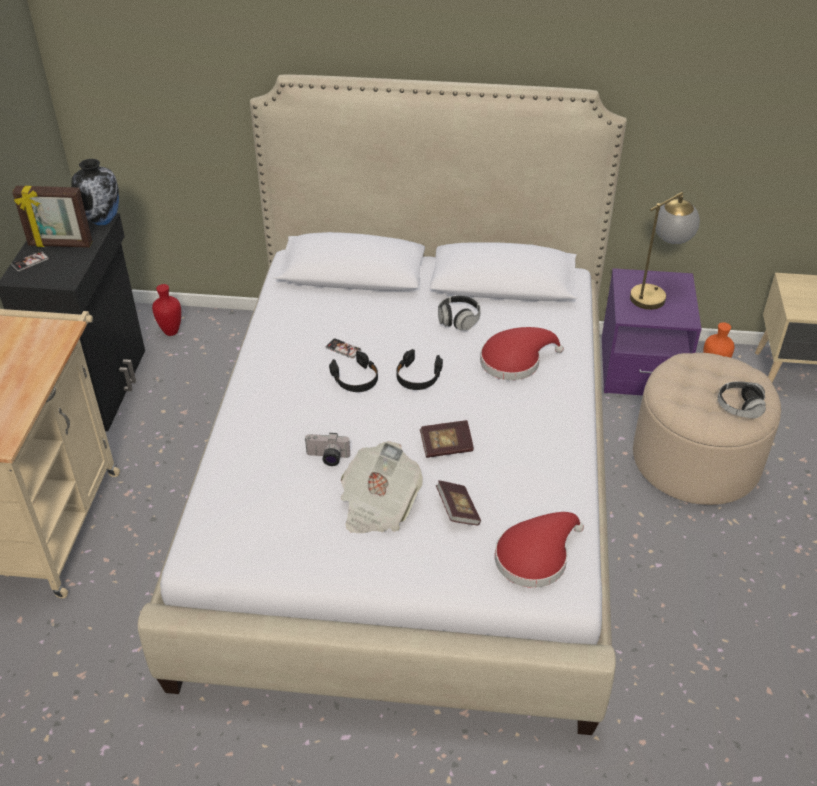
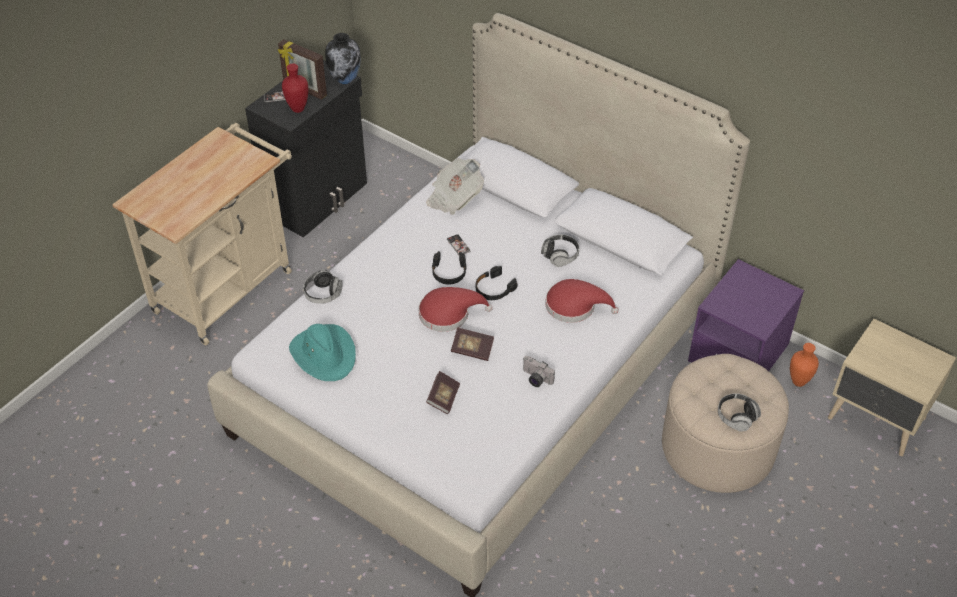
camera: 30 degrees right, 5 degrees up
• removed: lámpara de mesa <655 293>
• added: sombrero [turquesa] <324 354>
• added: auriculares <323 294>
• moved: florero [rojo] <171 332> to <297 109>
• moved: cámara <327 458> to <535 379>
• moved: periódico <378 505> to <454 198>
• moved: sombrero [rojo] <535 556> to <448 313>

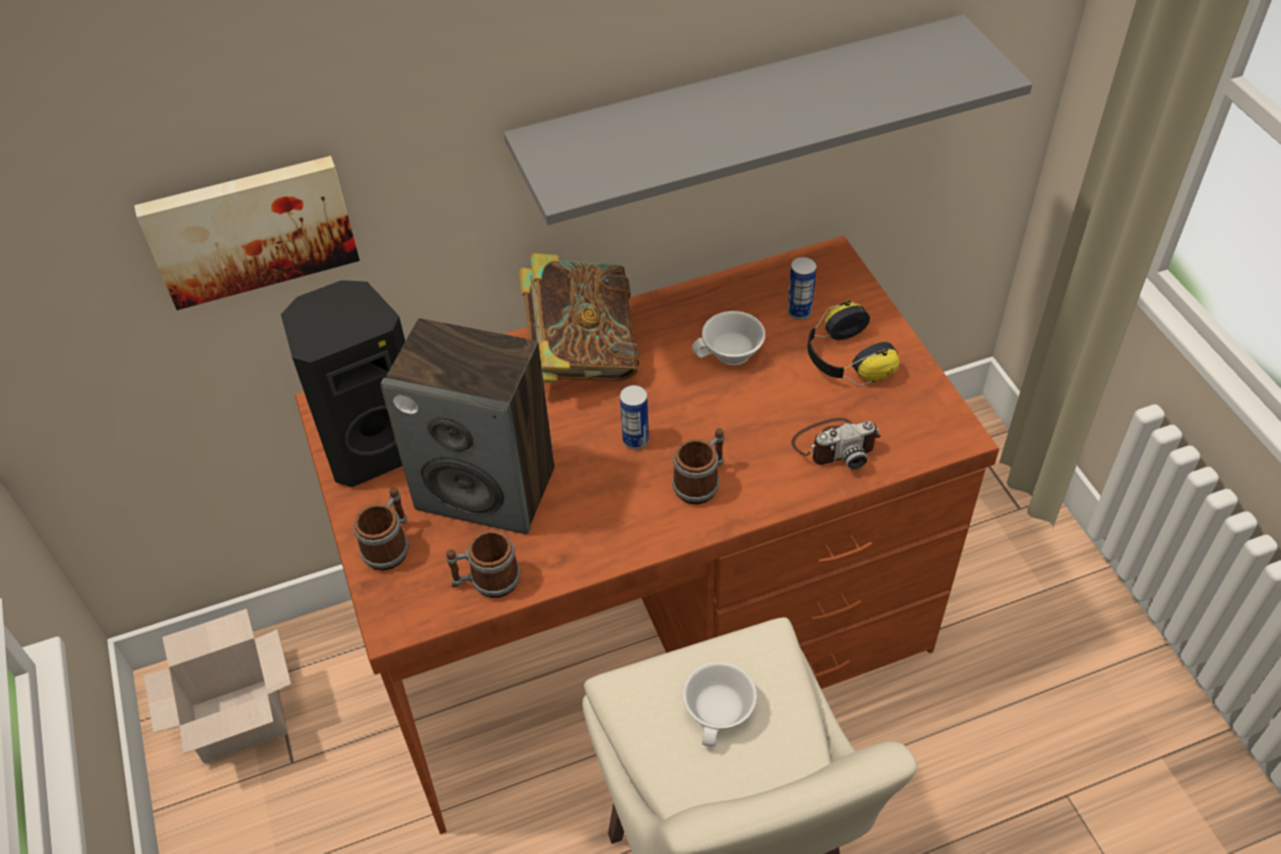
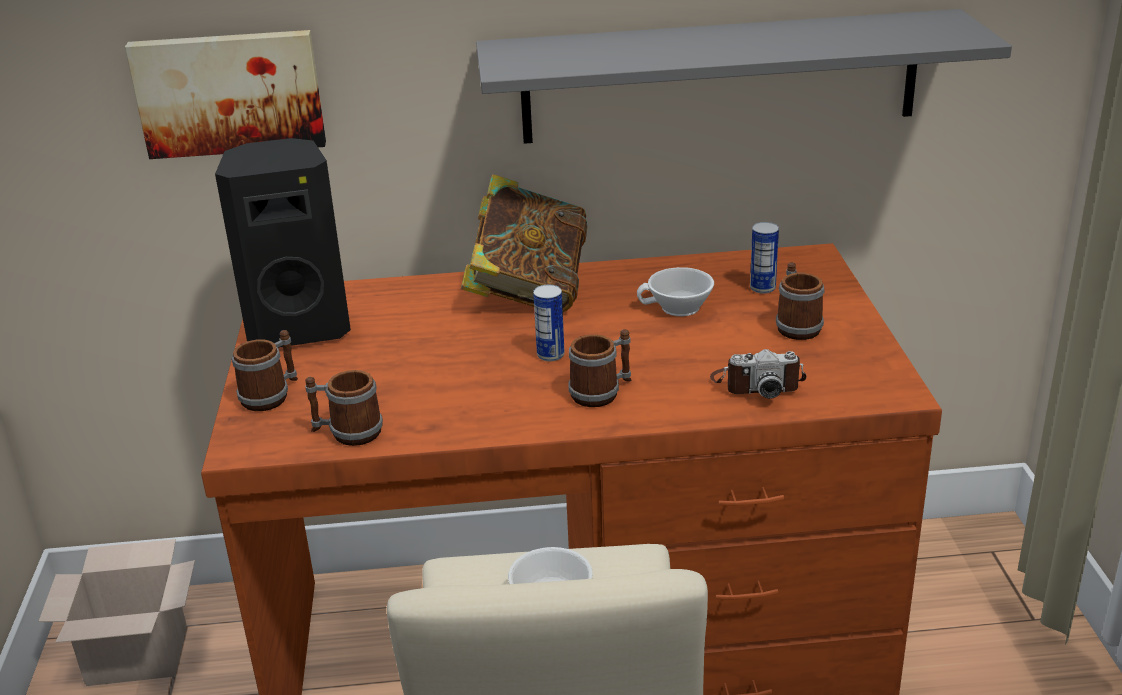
camera: 15 degrees right, 20 degrees down
• removed: altavoz <487 488>
• replaced: auriculares <845 360> to taza grande <796 325>

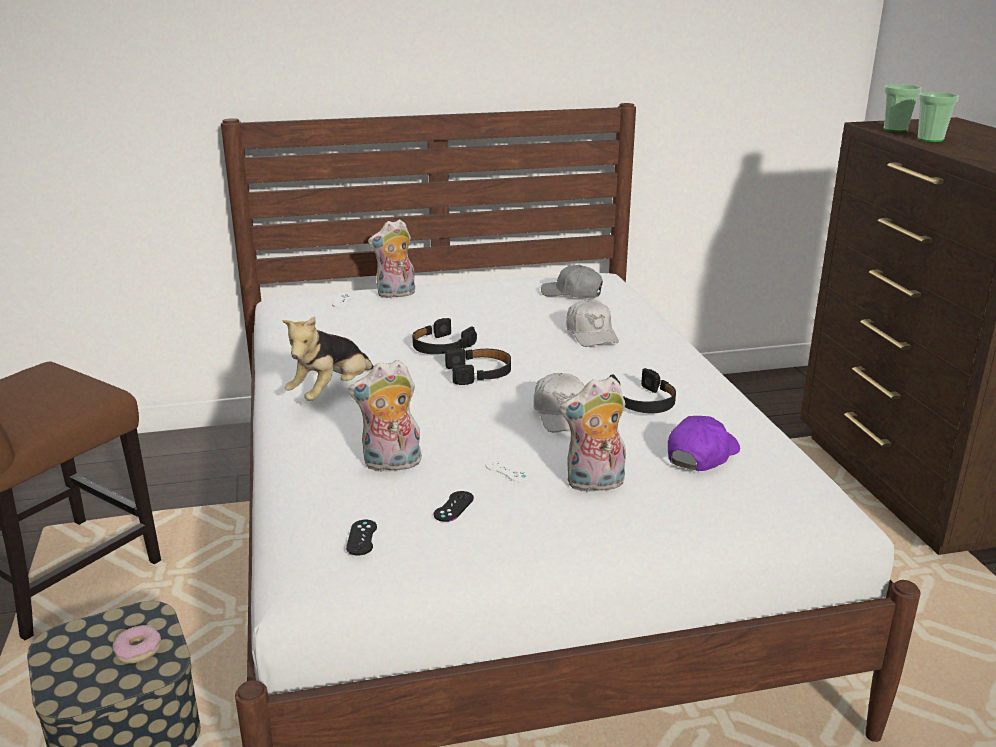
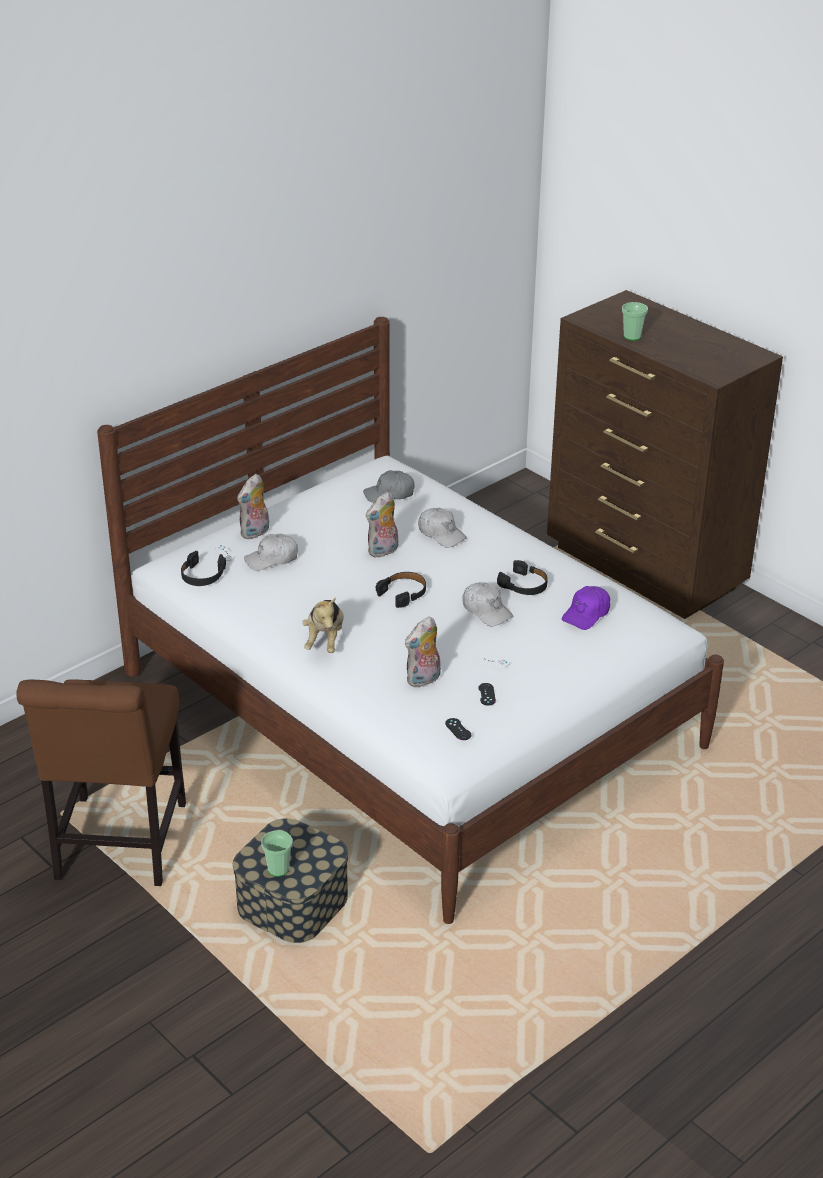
camera: 30 degrees left, 10 degrees up
• removed: rosquilla <138 650>
• added: gorra [blanco] <272 559>
• moved: auriculares [negro] <441 346> to <202 575>
• moved: peluche <594 484> to <383 551>
• moved: taza <895 129> to <278 869>
• turned: gorra [morado] <701 454> = <586 614> 150 degrees counterclockwise

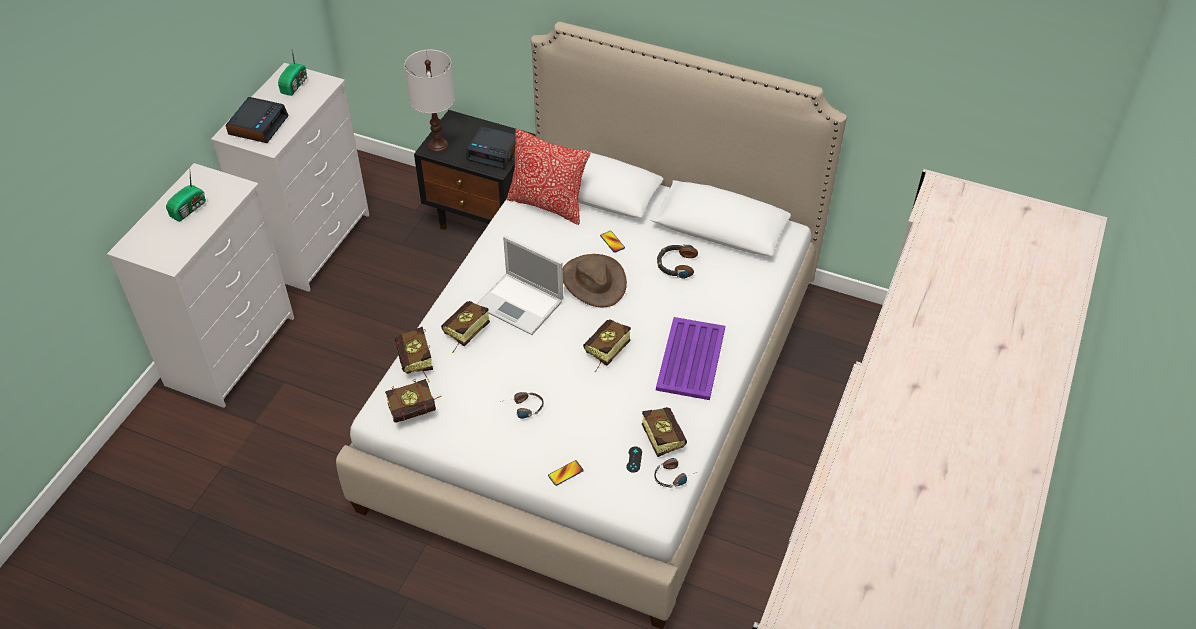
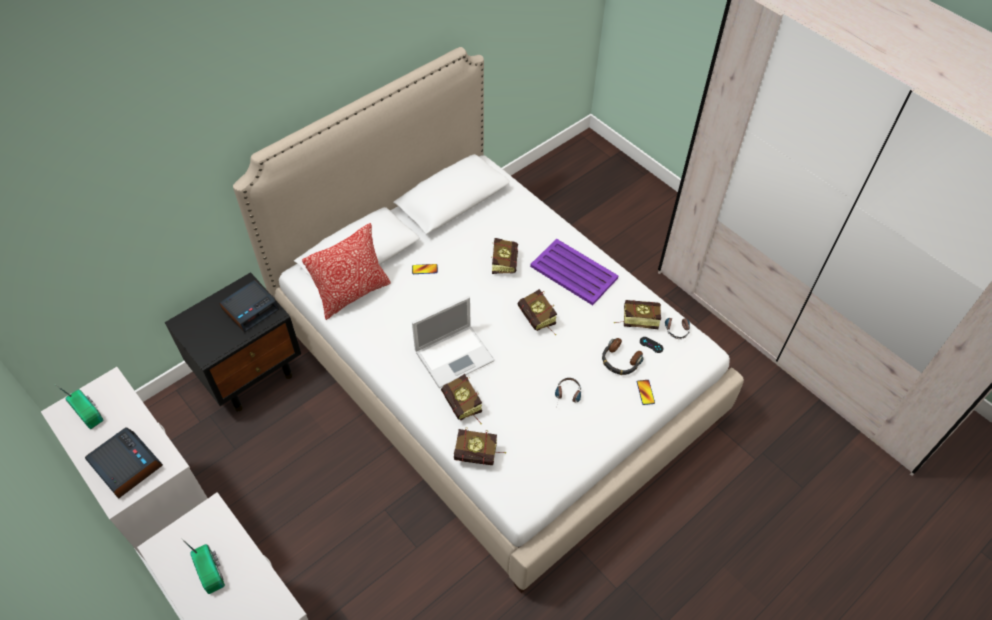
camera: 65 degrees left, 5 degrees up
• removed: lámpara de mesa [blanco] <437 145>
• removed: sombrero [marrón] <593 281>
• moved: libro <417 410> to <504 261>
• moved: auriculares <676 264> to <620 361>

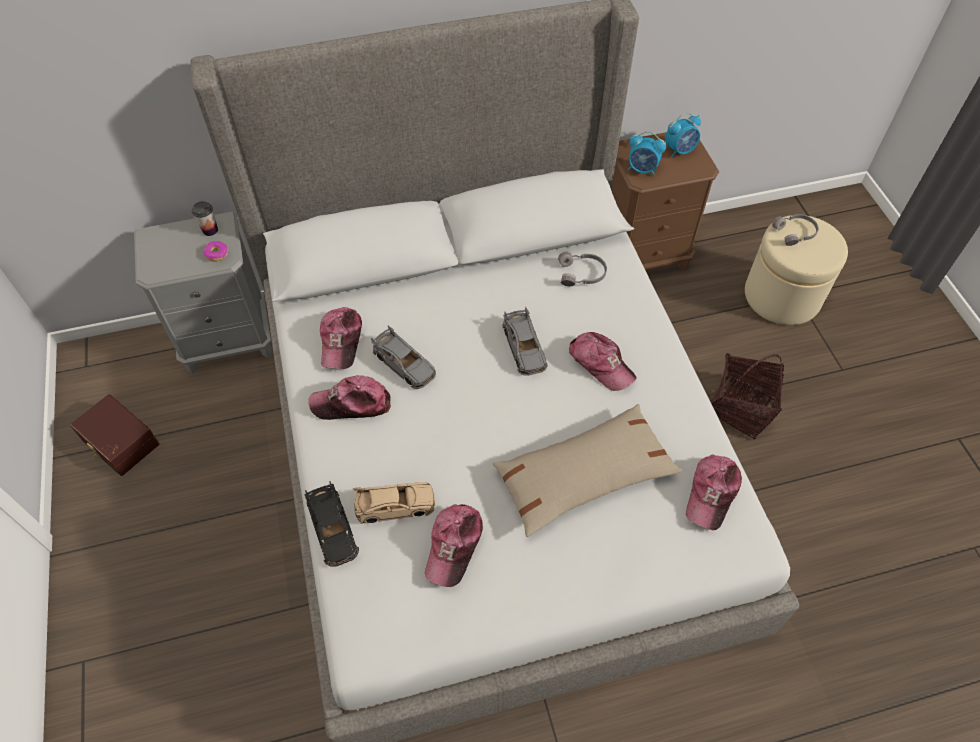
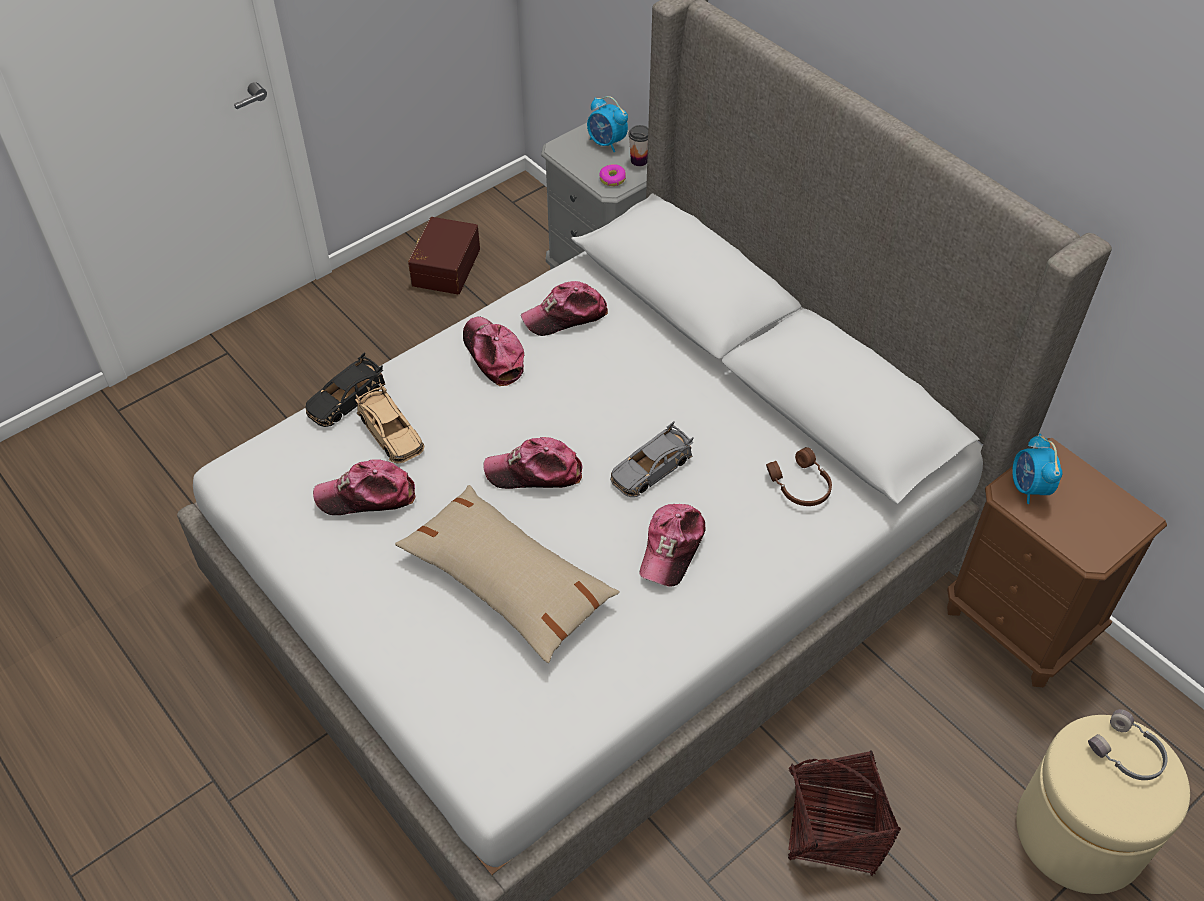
camera: 65 degrees right, 5 degrees down
• removed: coche de juguete [gris] <404 364>
• moved: despertador <680 151> to <606 143>
• moved: gorra <711 493> to <534 472>
• recoloured: auriculares [gris] <582 274> to auriculares [marrón] <800 486>

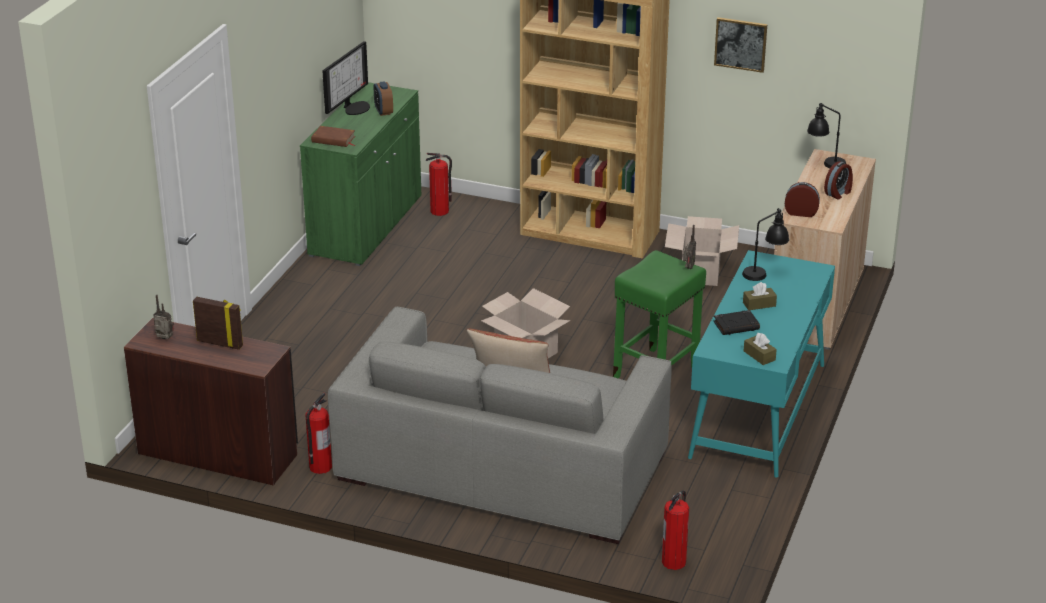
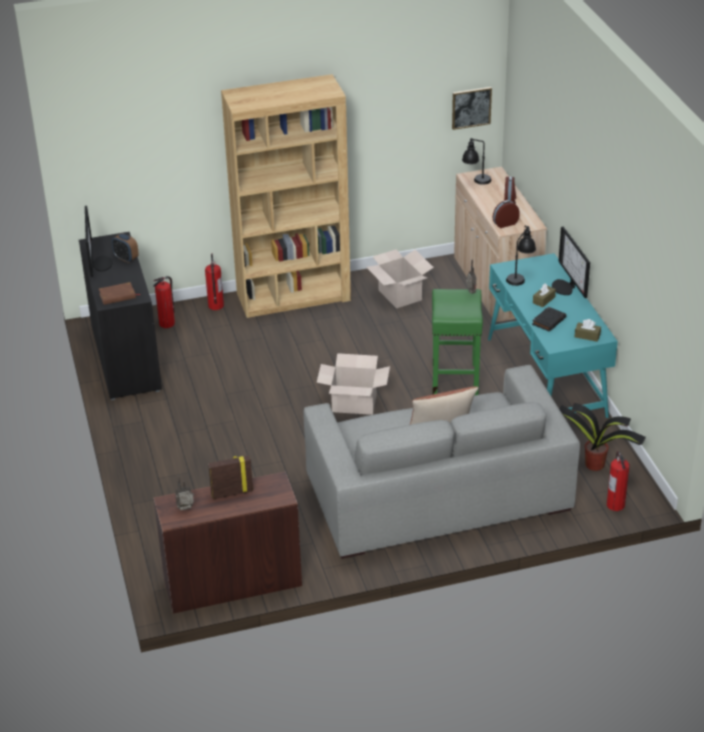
camera: 35 degrees left, 5 degrees up
• added: monitor <565 287>
• added: planta en maceta <596 465>
• moved: extintor <320 467> to <216 306>
• moved: cuadro <740 44> to <471 107>
• recoloured: armario [verde] <366 226> to armario [negro] <126 358>

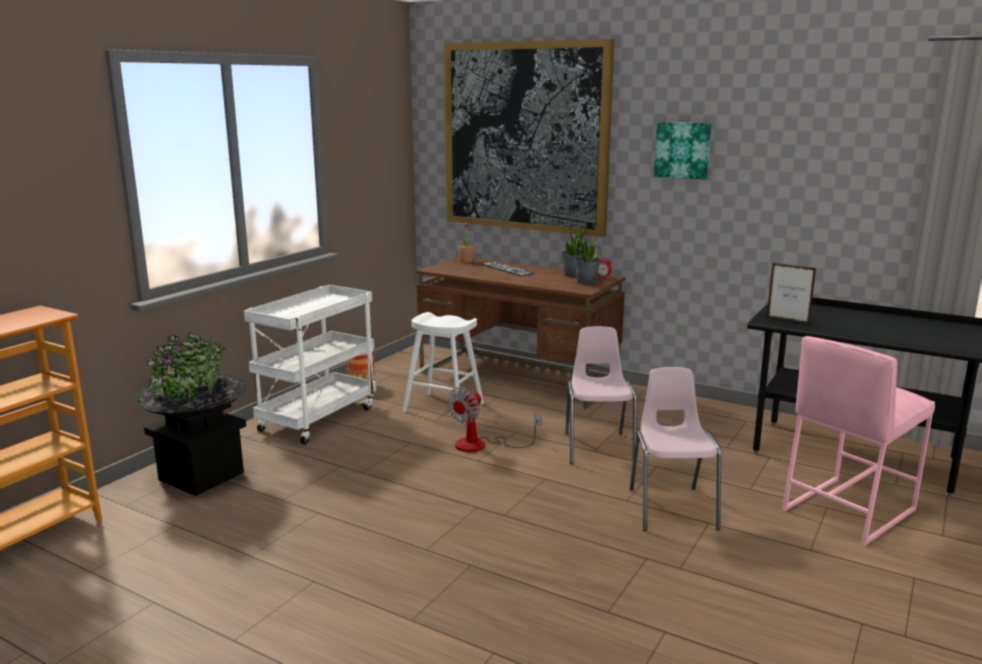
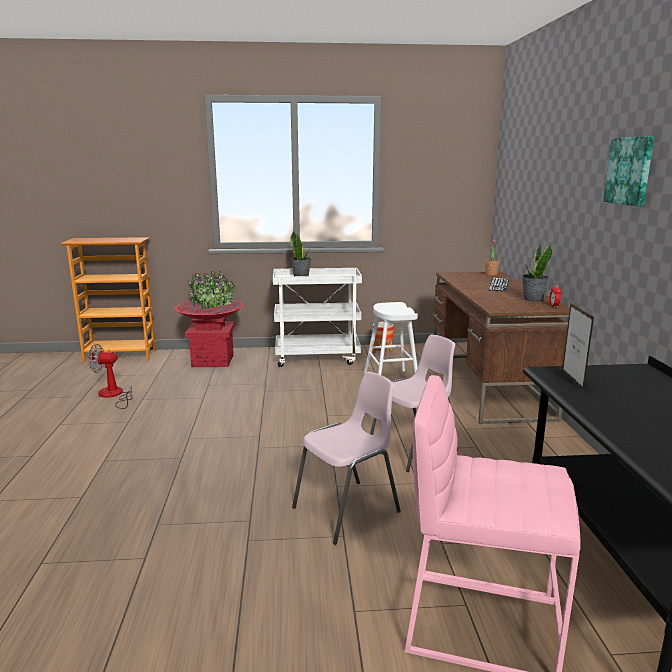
camera: 55 degrees right, 0 degrees up
• removed: cuadro <525 137>
• moved: ventilador <481 445> to <114 395>
• moved: planta en maceta <586 282> to <301 276>
• recoloured: maceta [negro] <201 476> to maceta [rojo] <213 360>

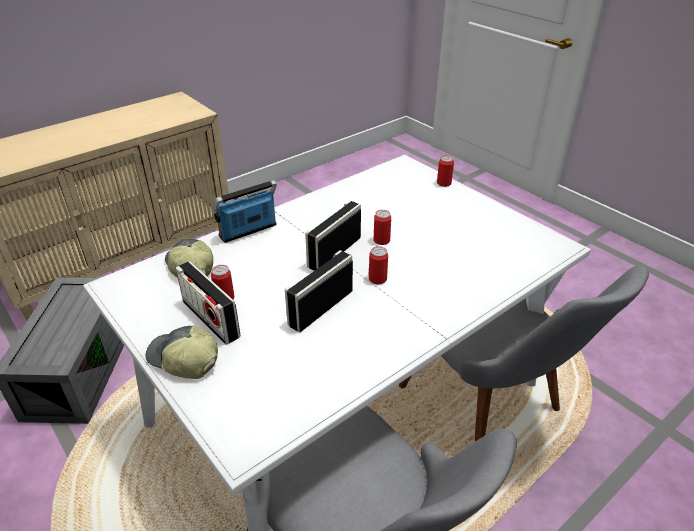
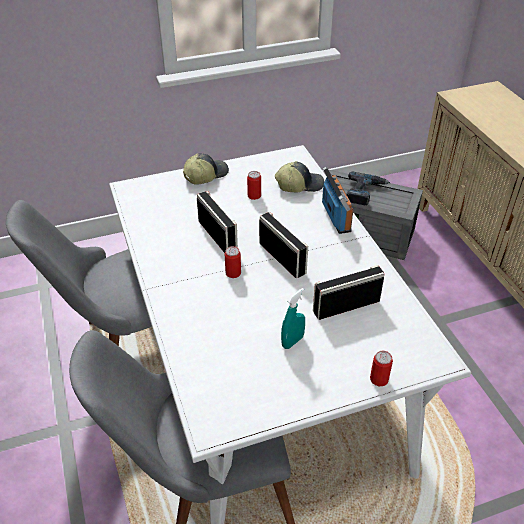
camera: 110 degrees right, 5 degrees up
• removed: lata <381 240>
• added: pulverizador [turquesa] <292 341>
• added: taladro <365 192>
• moved: radio <211 319> to <346 306>

